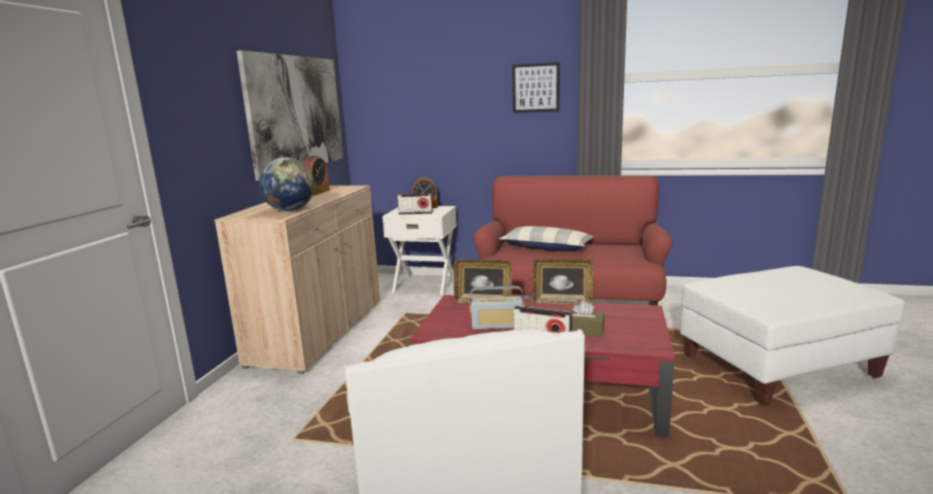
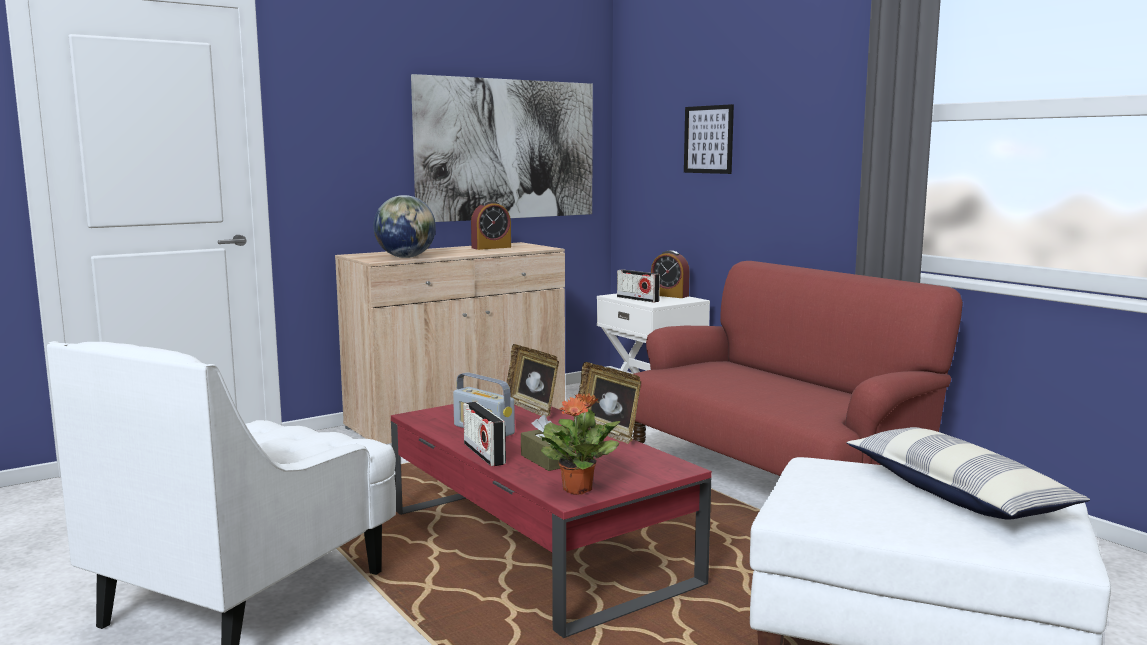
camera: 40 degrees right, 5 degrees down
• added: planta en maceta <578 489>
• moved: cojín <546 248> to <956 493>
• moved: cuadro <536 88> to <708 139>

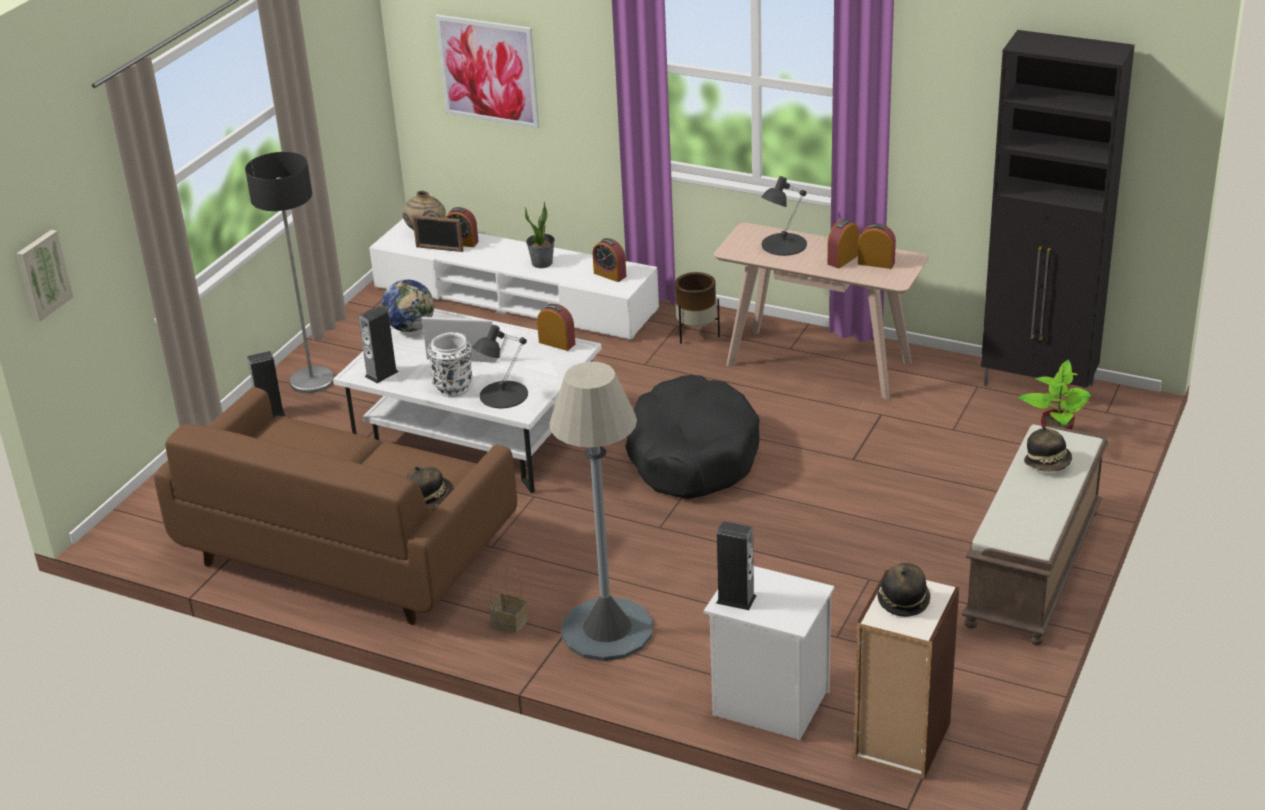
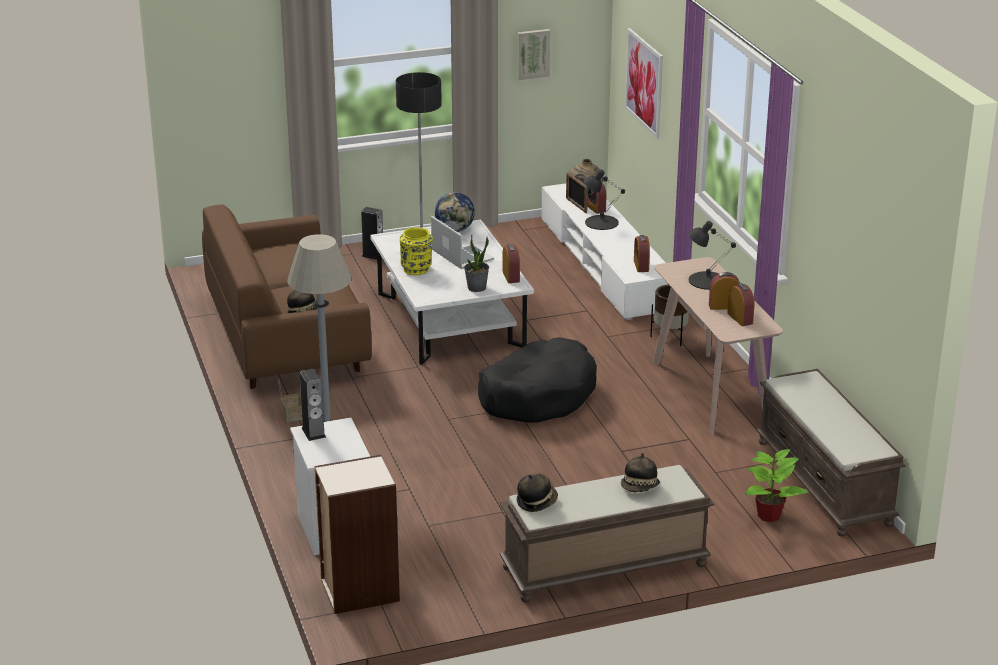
camera: 45 degrees right, 5 degrees down
• removed: altavoz <381 374>
• moved: cuadro <42 274> to <532 53>
• moved: lámpara de mesa [negro] <502 395> to <601 222>
• moved: planta en maceta <542 263> to <476 288>
• moved: sombrero <903 600> to <536 502>
• replaced: armario [negro] <1039 386> to banco [marrón] <825 483>
• recoloured: florero [blanco] <453 387> to florero [amarillo] <417 269>

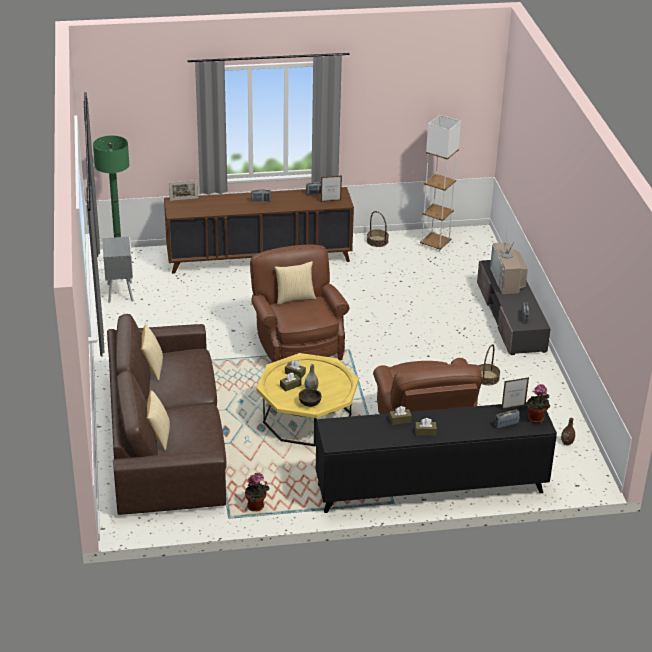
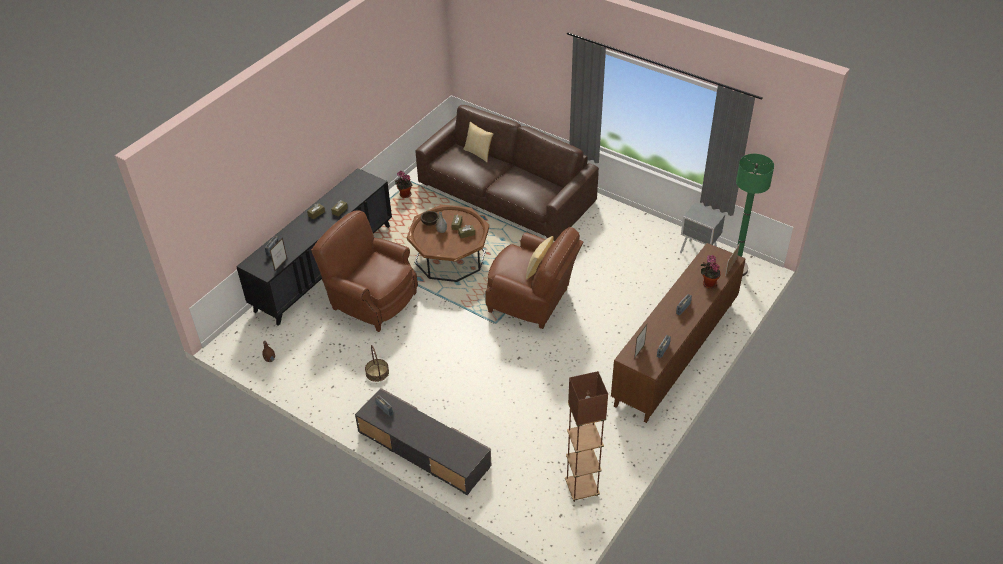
camera: 135 degrees right, 10 degrees up
• removed: cojín <152 368>
• removed: cesta <377 241>
• removed: televisor <507 280>
• moved: planta en maceta <536 419> to <708 283>
• recoloured: mesa de centro [amarillo] <307 418> to mesa de centro [marrón] <450 257>
• recoloured: lámpara de pie [blanco] <435 244> to lámpara de pie [marrón] <582 488>

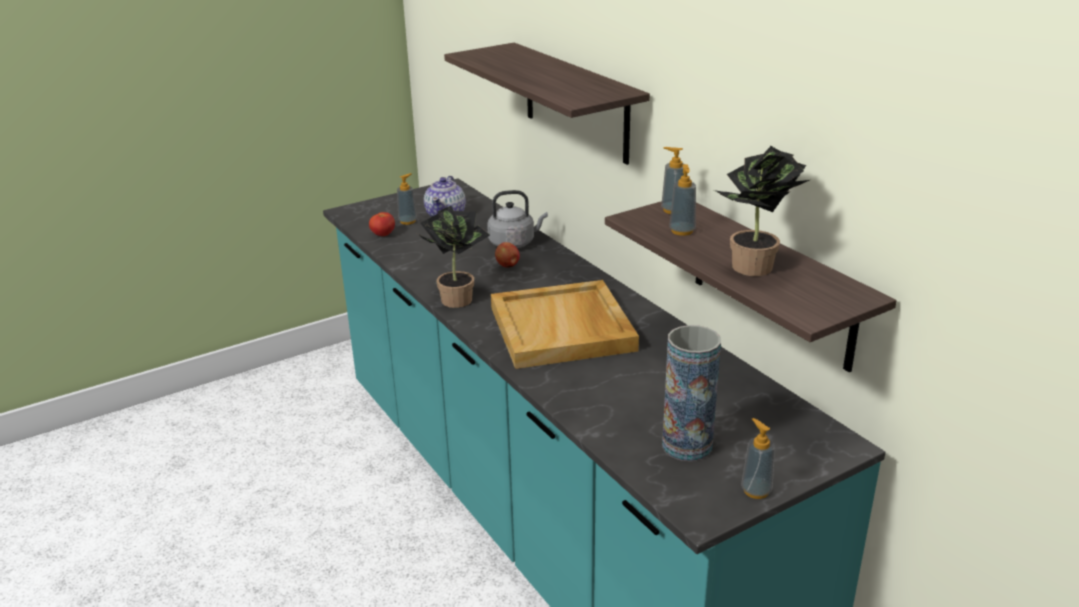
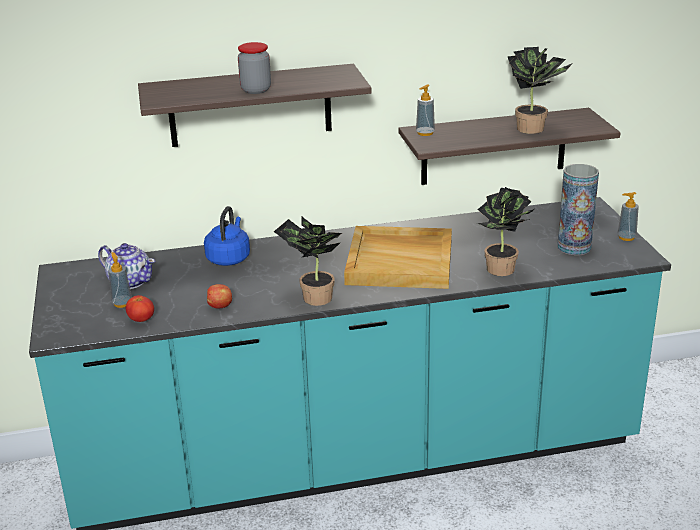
camera: 70 degrees left, 0 degrees up
• removed: dispensador de jabón <682 231>
• added: tarro <256 90>
• added: planta en maceta <503 271>
• moved: manzana <508 266> to <220 306>
• recoloured: hervidor [gris] <514 243> to hervidor [azul] <229 258>

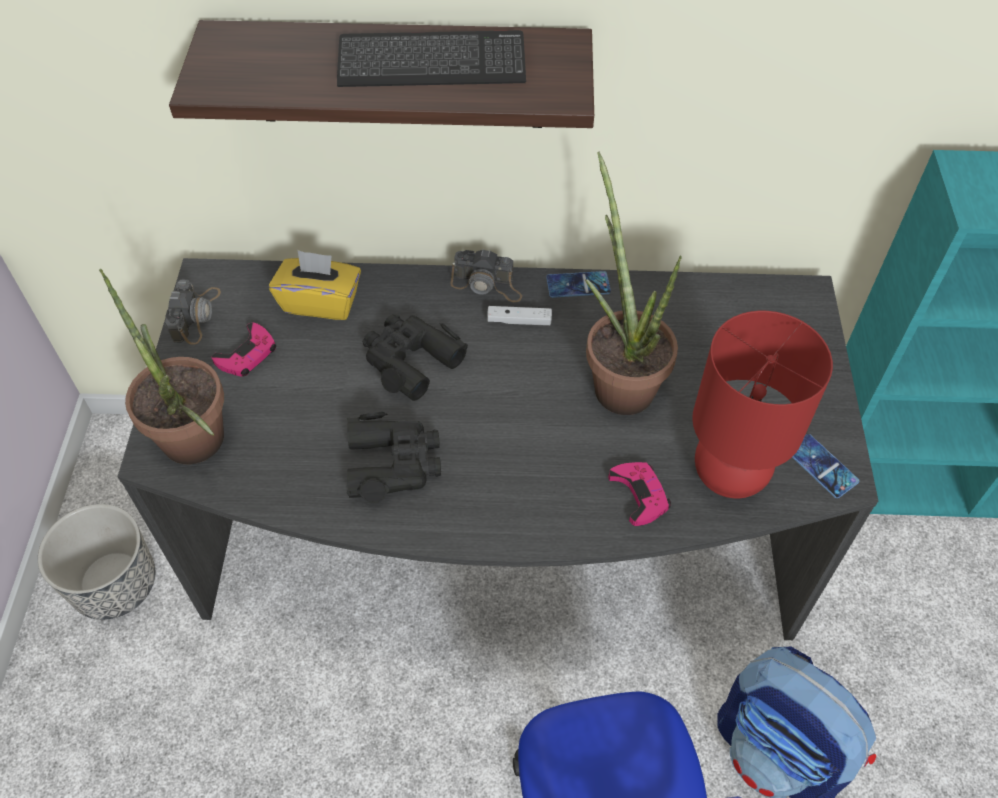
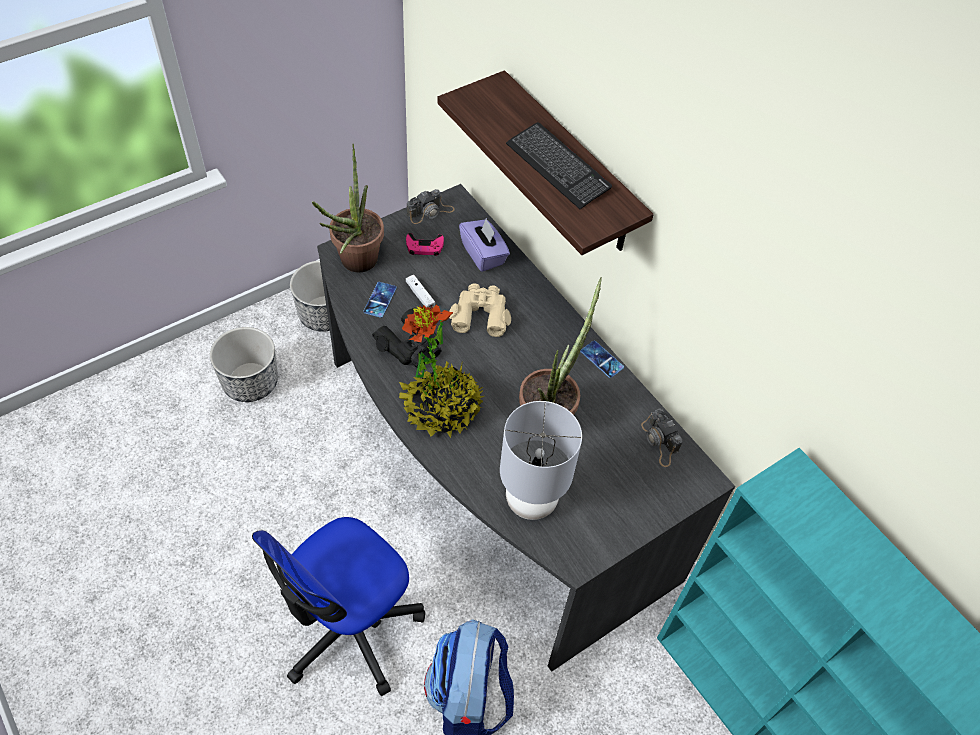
camera: 50 degrees right, 0 degrees up
• removed: mando de consola [rosa] <639 495>
• added: maceta <250 382>
• added: planta en maceta <441 408>
• moved: cámara <487 285> to <660 442>
• moved: mando de consola [blanco] <519 321> to <420 295>
• moved: móvil <822 466> to <380 300>
• recoloured: caja de pañuelos [amarillo] <321 302> to caja de pañuelos [morado] <483 254>
• recoloured: prismáticos [negro] <410 360> to prismáticos [beis] <480 314>
• recoloured: lámpara de mesa [rojo] <729 473> to lámpara de mesa [gris] <531 501>

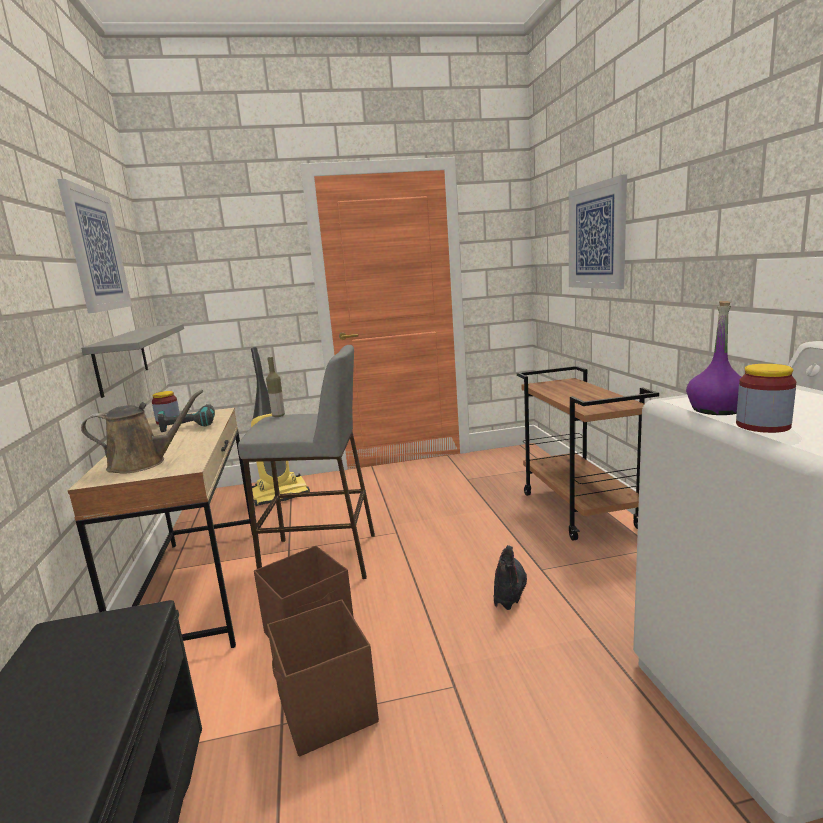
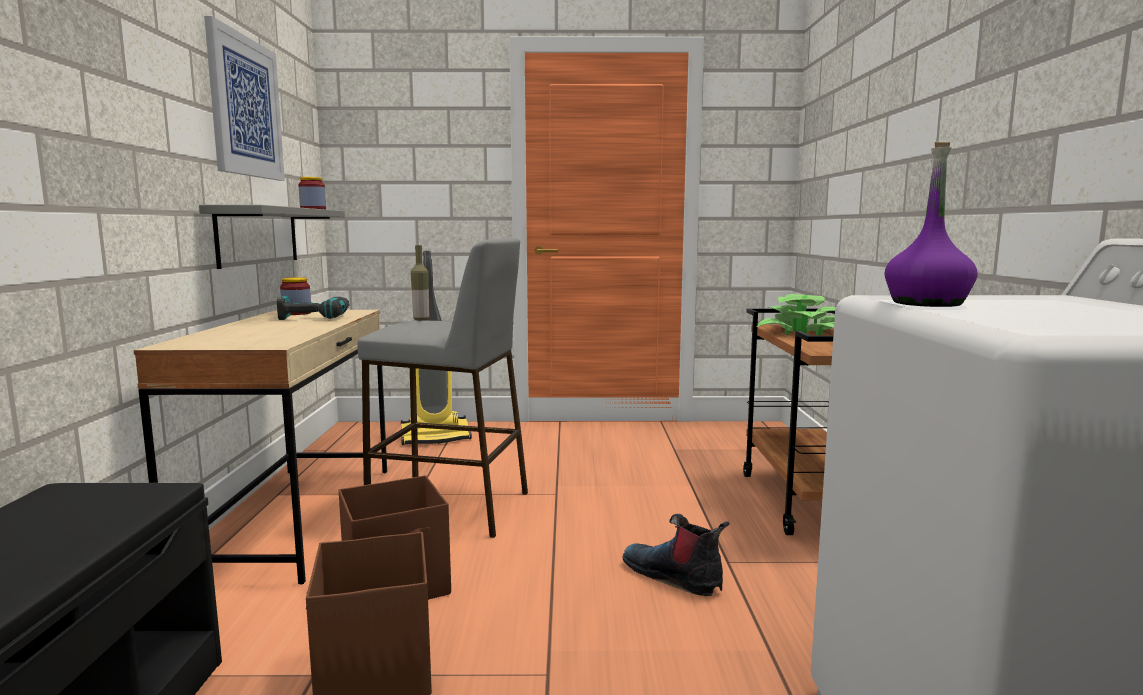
camera: 10 degrees right, 5 degrees down
• removed: regadera [marrón] <143 463>
• removed: cuadro <596 236>
• added: planta en maceta <805 332>
• moved: tarro <762 426> to <313 209>
• turned: bota <509 588> = <674 577> 75 degrees counterclockwise

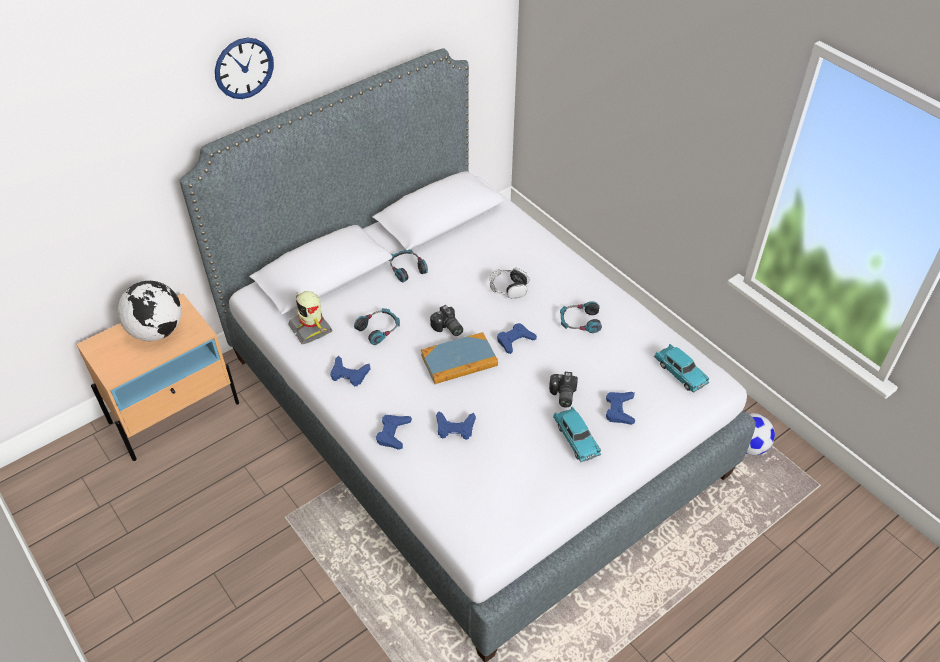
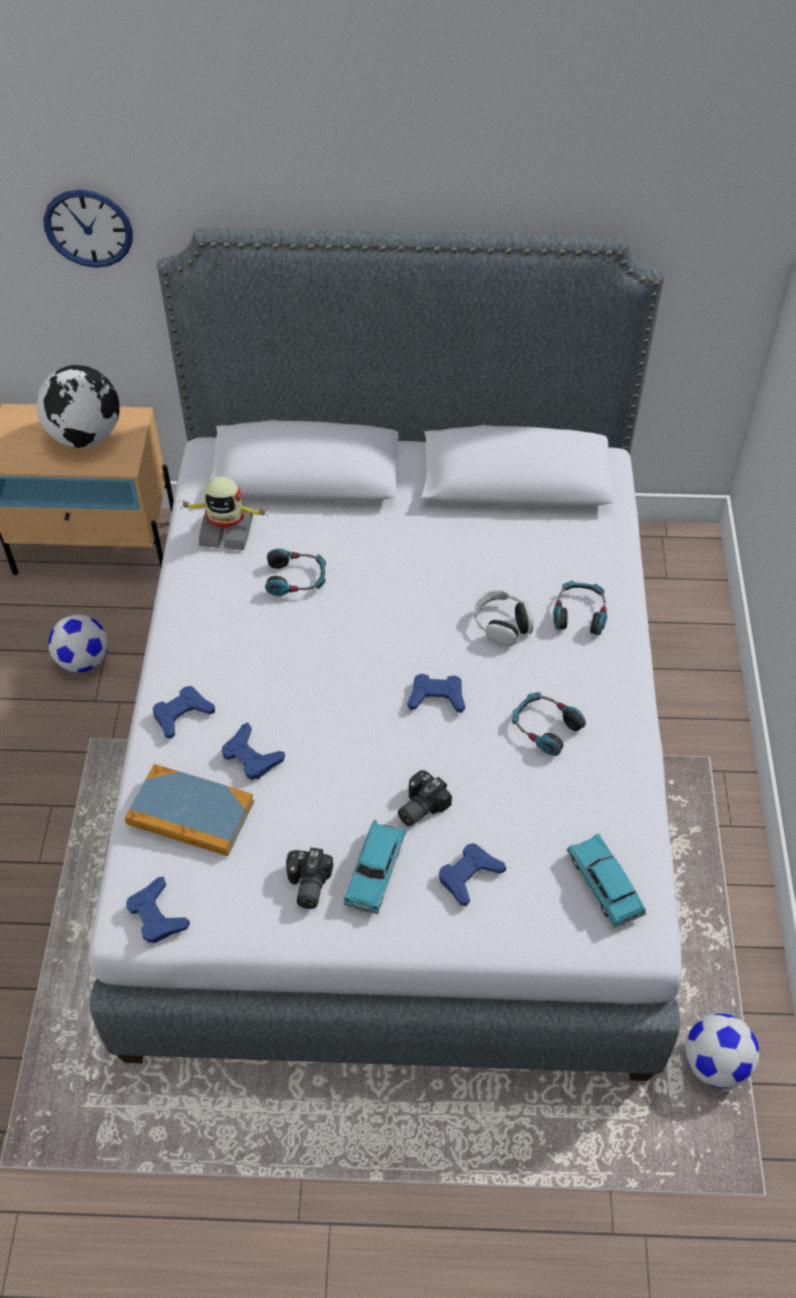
camera: 40 degrees right, 5 degrees up
• added: balón de fútbol <83 660>
• moved: reloj de pared <244 68> to <88 228>
• moved: mando de consola [azul] <349 374> to <157 915>
• moved: auriculares <407 269> to <579 613>
• moved: libro <459 361> to <190 813>
• moved: cámara <447 328> to <306 885>
• turned: robot de juguete <311 328> = <226 530> 90 degrees counterclockwise
• turned: coche de juguete [turquesa] <680 373> = <604 886> 150 degrees clockwise

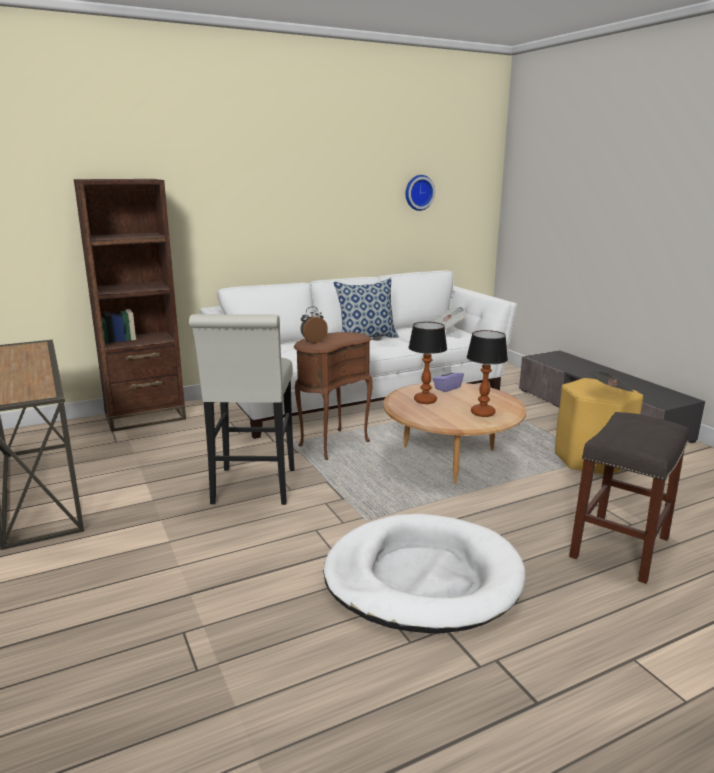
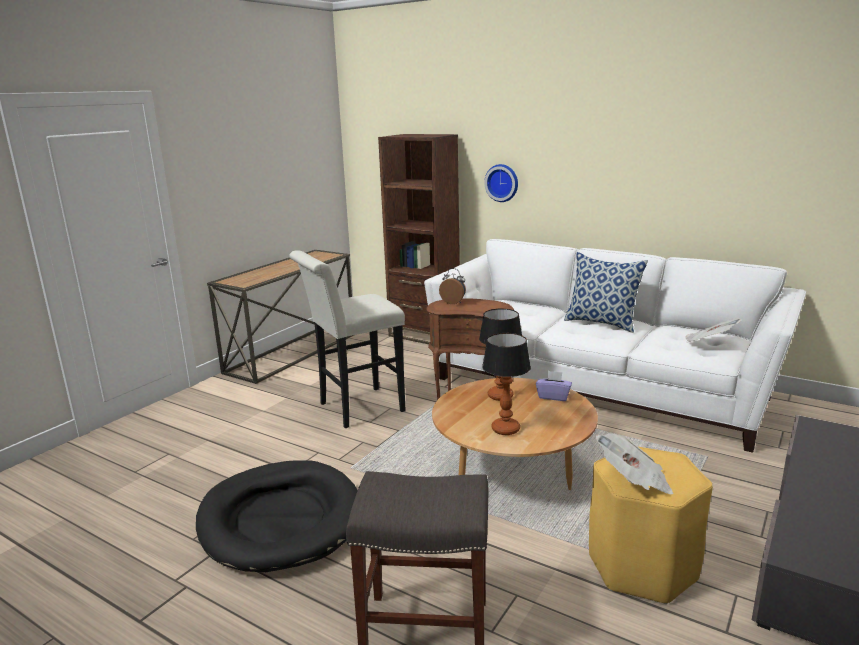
camera: 60 degrees right, 0 degrees up
• moved: reloj de pared <418 192> to <502 182>
• recoloured: cama para perro [blanco] <422 578> to cama para perro [negro] <280 520>

